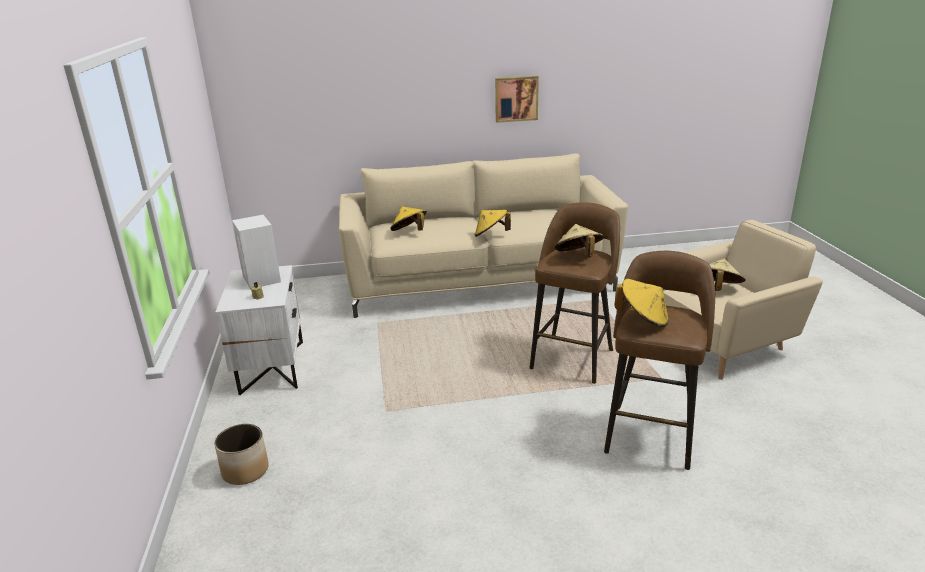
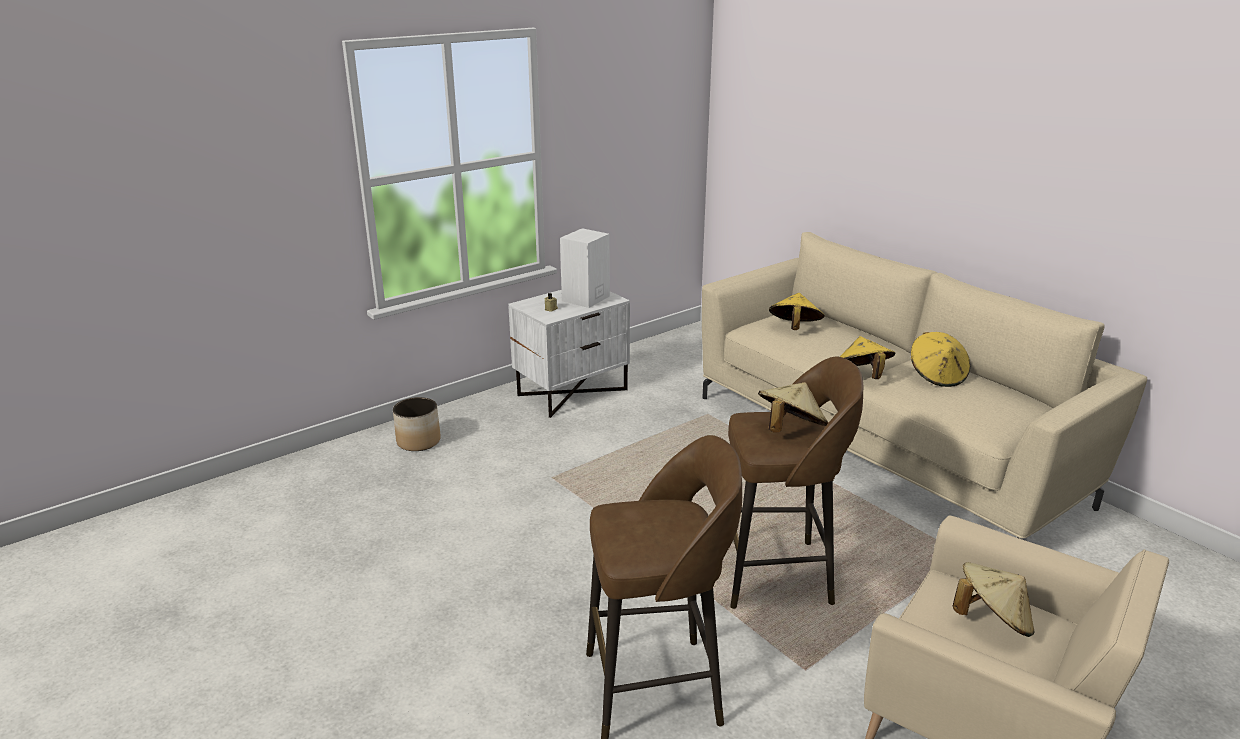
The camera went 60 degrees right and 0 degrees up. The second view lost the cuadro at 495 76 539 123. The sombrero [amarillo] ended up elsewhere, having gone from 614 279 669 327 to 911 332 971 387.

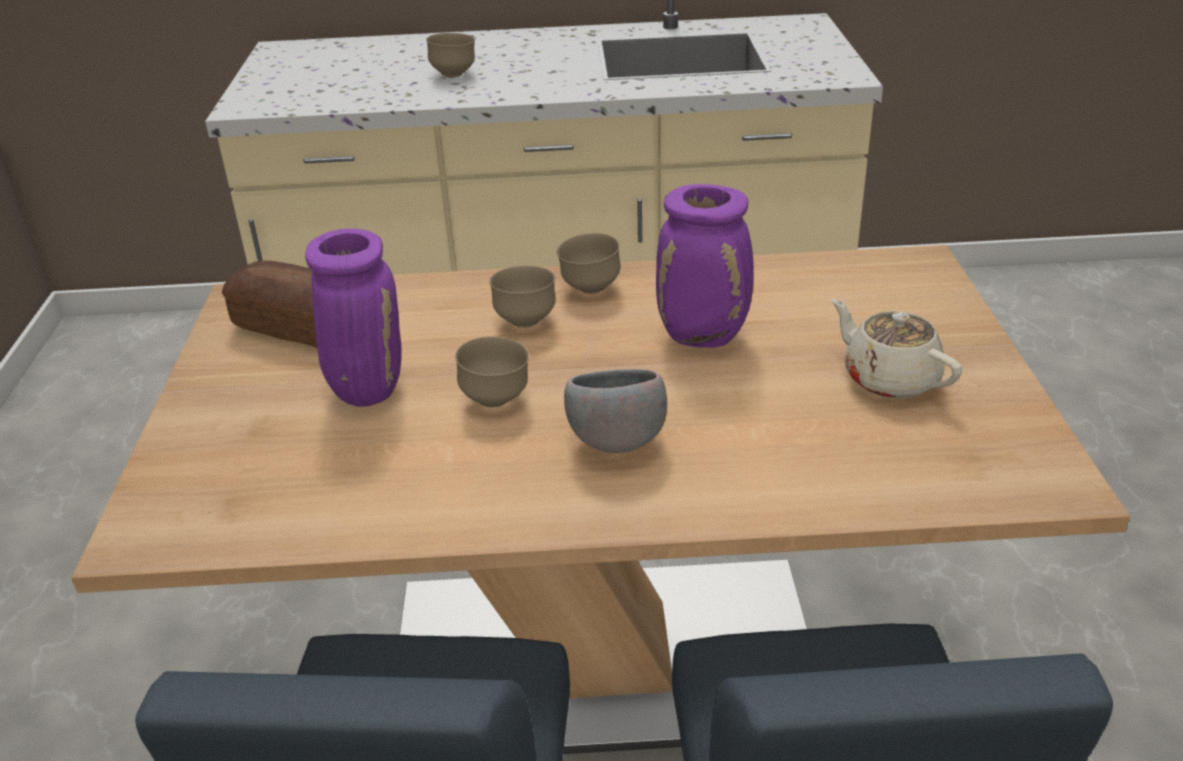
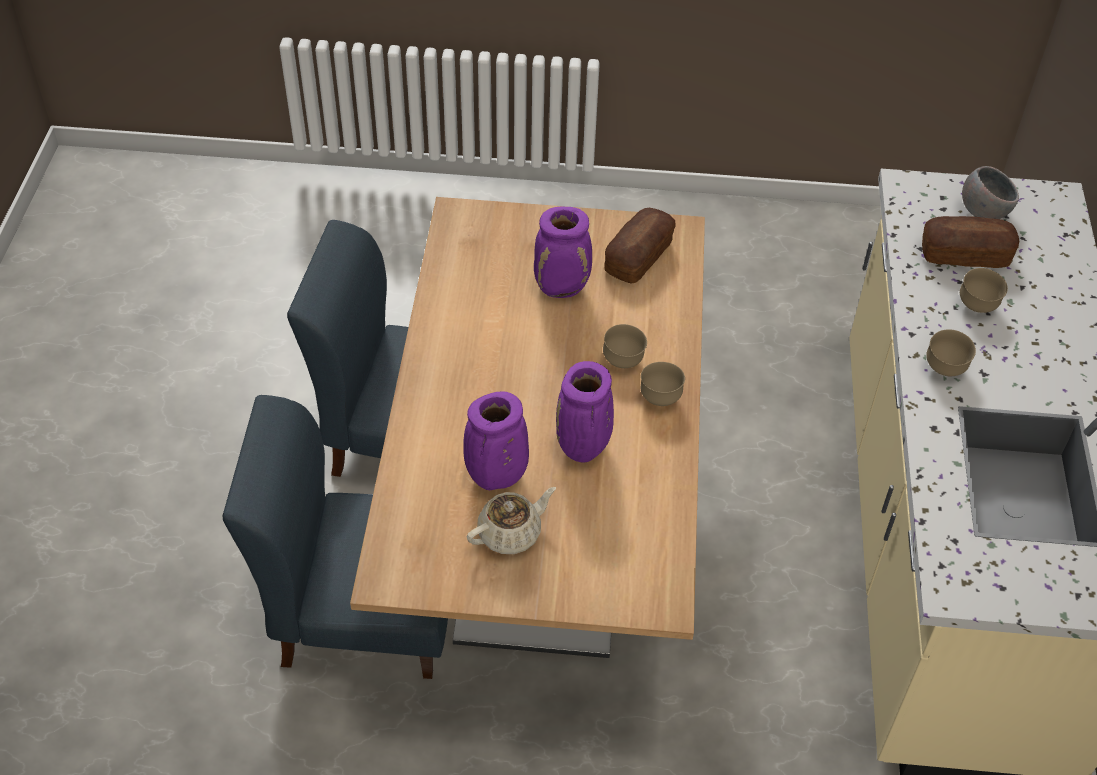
The camera went 95 degrees right and 15 degrees up. The second view gained the florero [morado] at 463 391 529 490. The second view gained the pan at 922 216 1019 268. The cuenco [marrón] ended up elsewhere, having gone from 455 336 529 408 to 926 329 976 376. The cuenco [gris] ended up elsewhere, having gone from 564 369 667 453 to 962 166 1019 219.

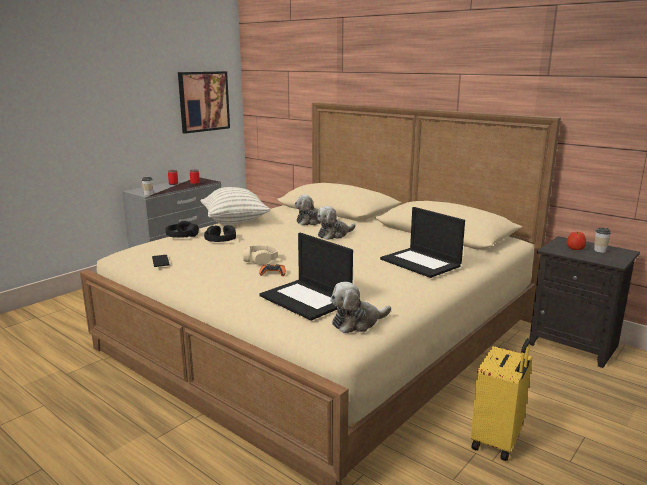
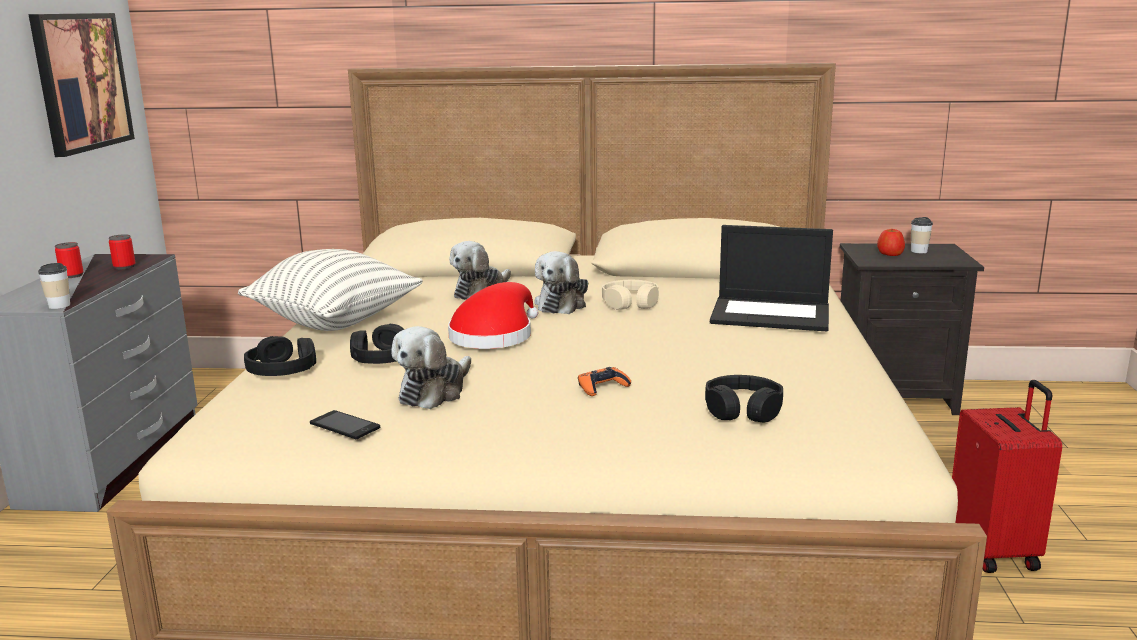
The camera went 35 degrees left and 0 degrees up. The second view gained the sombrero [rojo] at 448 282 538 349. The auriculares [beis] ended up elsewhere, having gone from 243 245 278 265 to 601 280 659 310. The peluche ended up elsewhere, having gone from 330 282 391 333 to 391 326 471 409. Where the portátil stood at 259 233 353 321, the auriculares [negro] came to stand at 705 375 783 422. What was the maleta [amarillo] at 471 338 532 461 turned into the maleta [rojo] at 952 380 1062 573.

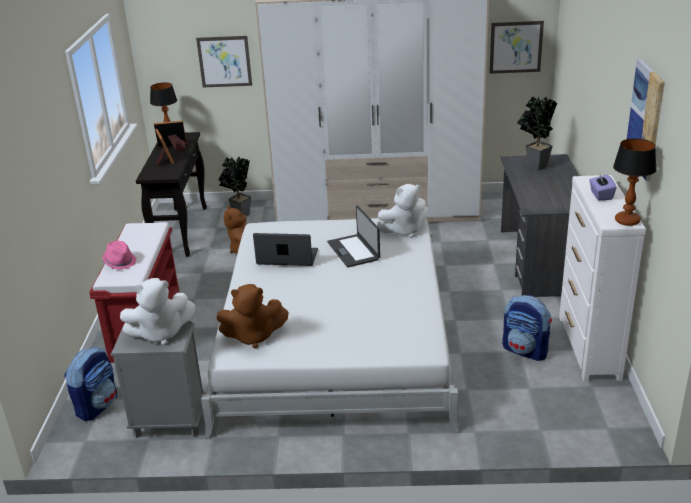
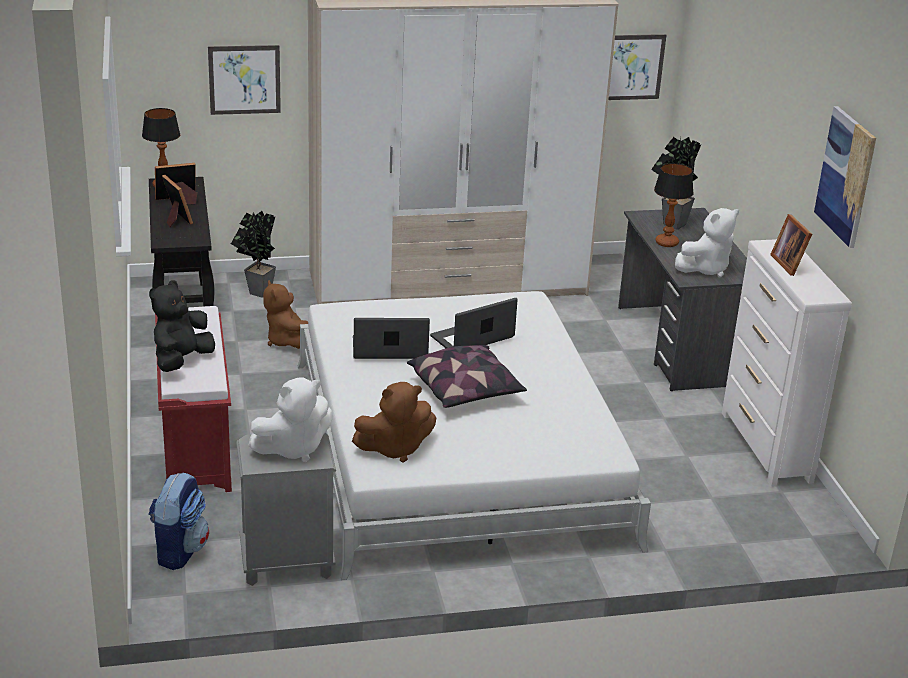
The camera went 15 degrees left and 0 degrees up. The second view lost the mochila at 502 295 552 361. The second view gained the cojín at 407 345 527 408. The peluche [blanco] ended up elsewhere, having gone from 377 184 428 238 to 675 208 739 278. The lámpara de mesa ended up elsewhere, having gone from 613 138 656 226 to 654 163 693 247. Where the sombrero [rosa] stood at 102 241 136 270, the peluche [negro] came to stand at 149 280 215 372. Where the caja de pañuelos [morado] stood at 589 173 616 200, the portarretratos came to stand at 770 214 812 276. The portátil at 327 206 380 267 ended up facing another way, 90 degrees clockwise from before.

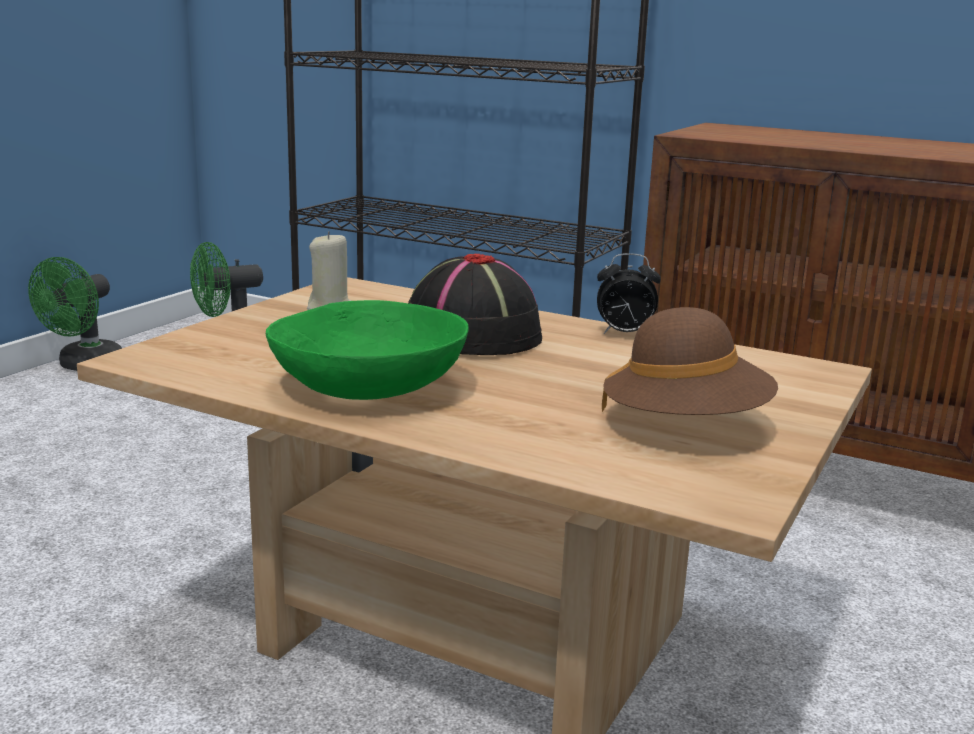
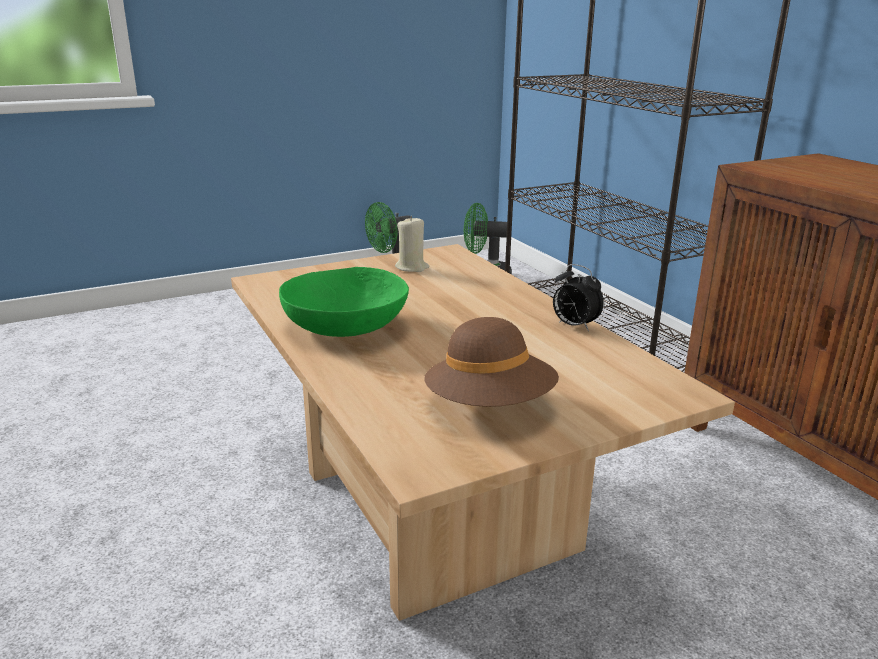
The camera went 35 degrees right and 5 degrees up. The second view lost the sombrero [negro] at 408 254 542 355.

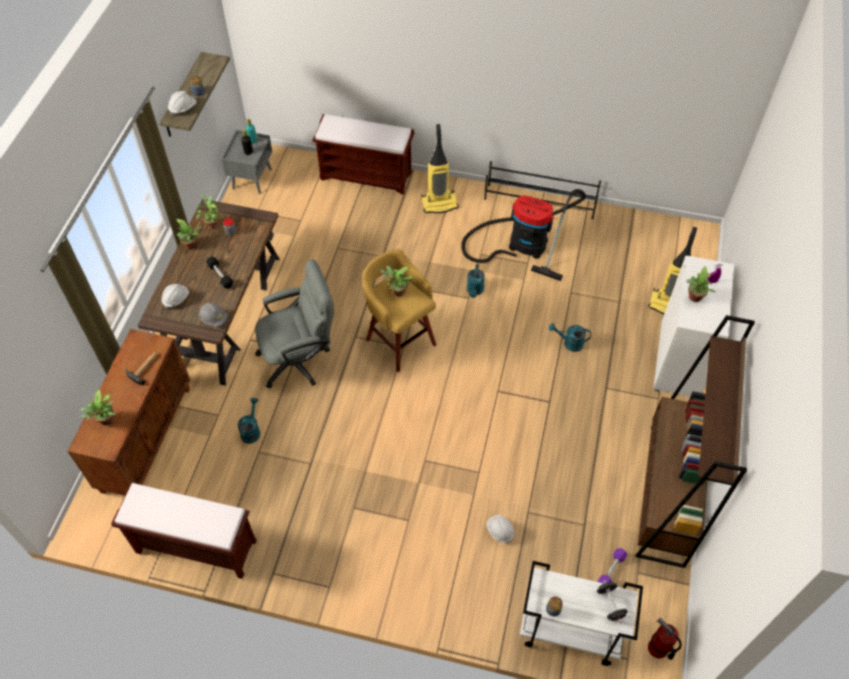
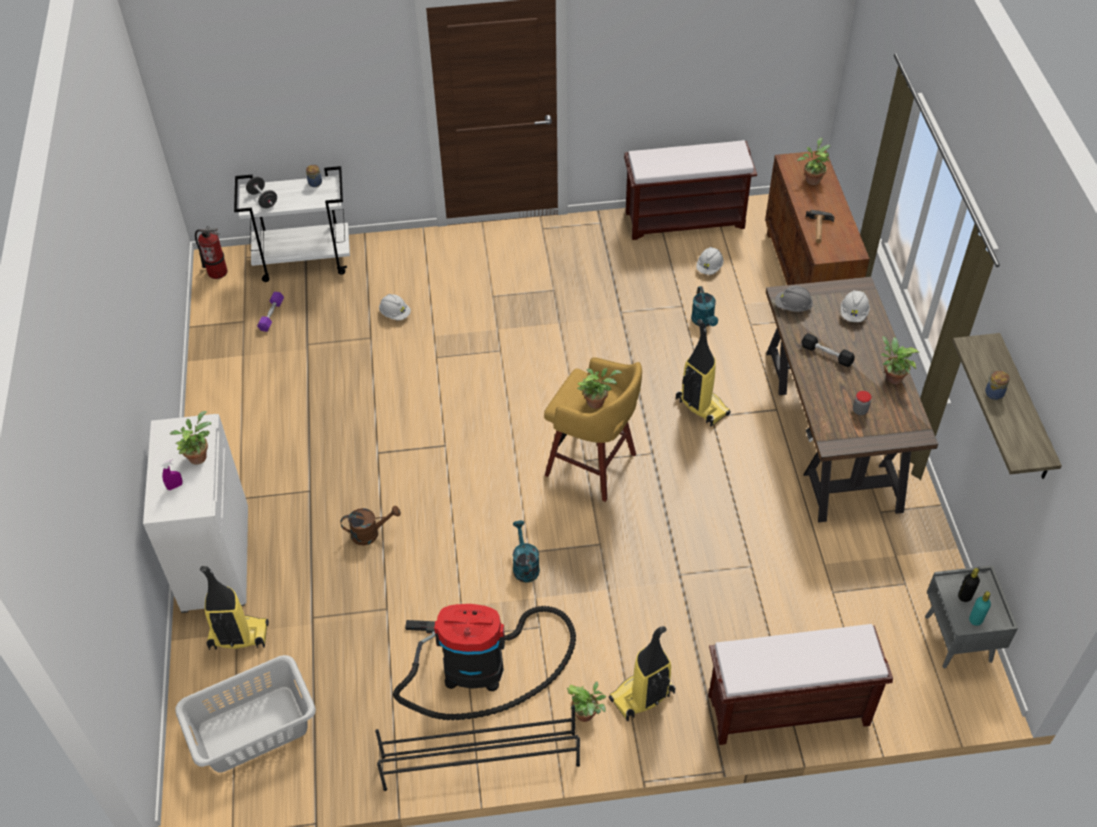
The camera went 160 degrees right and 5 degrees down. The second view lost the estantería [marrón] at 636 315 755 568. The second view gained the cesto de la ropa [gris] at 175 655 316 773. The casco [blanco] ended up elsewhere, having gone from 168 91 197 115 to 696 247 723 275. The planta en maceta ended up elsewhere, having gone from 196 193 221 229 to 567 681 606 722. Where the silla de oficina [gris] stood at 255 260 334 389, the aspiradora came to stand at 676 319 731 427. What was the regadera [turquesa] at 549 323 591 352 turned into the regadera [marrón] at 340 506 401 545.

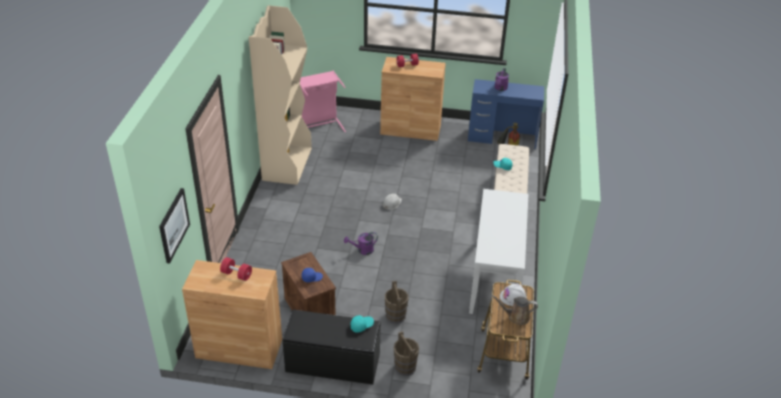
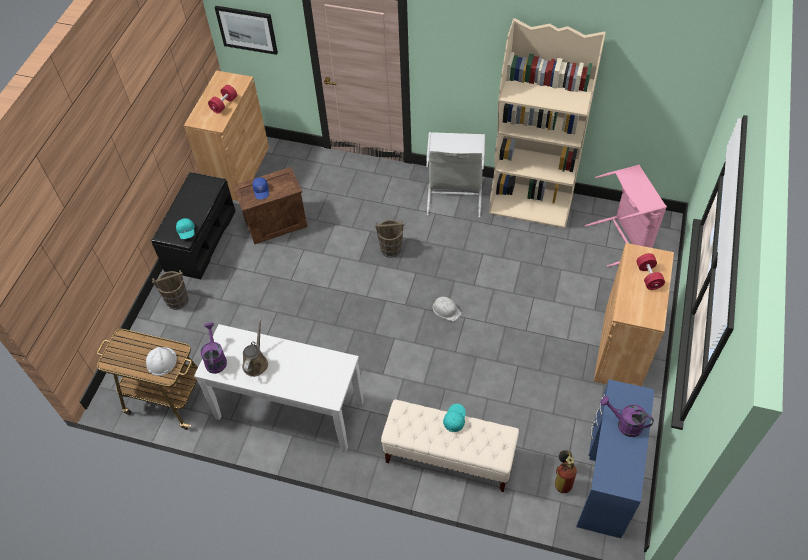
The camera went 100 degrees right and 15 degrees up. The second view gained the cesto de la ropa [gris] at 426 132 485 218. The regadera [morado] ended up elsewhere, having gone from 344 232 378 255 to 200 323 227 374. The cubo [marrón] ended up elsewhere, having gone from 385 281 408 324 to 375 220 404 258. The regadera [marrón] ended up elsewhere, having gone from 491 295 538 325 to 242 317 268 377.

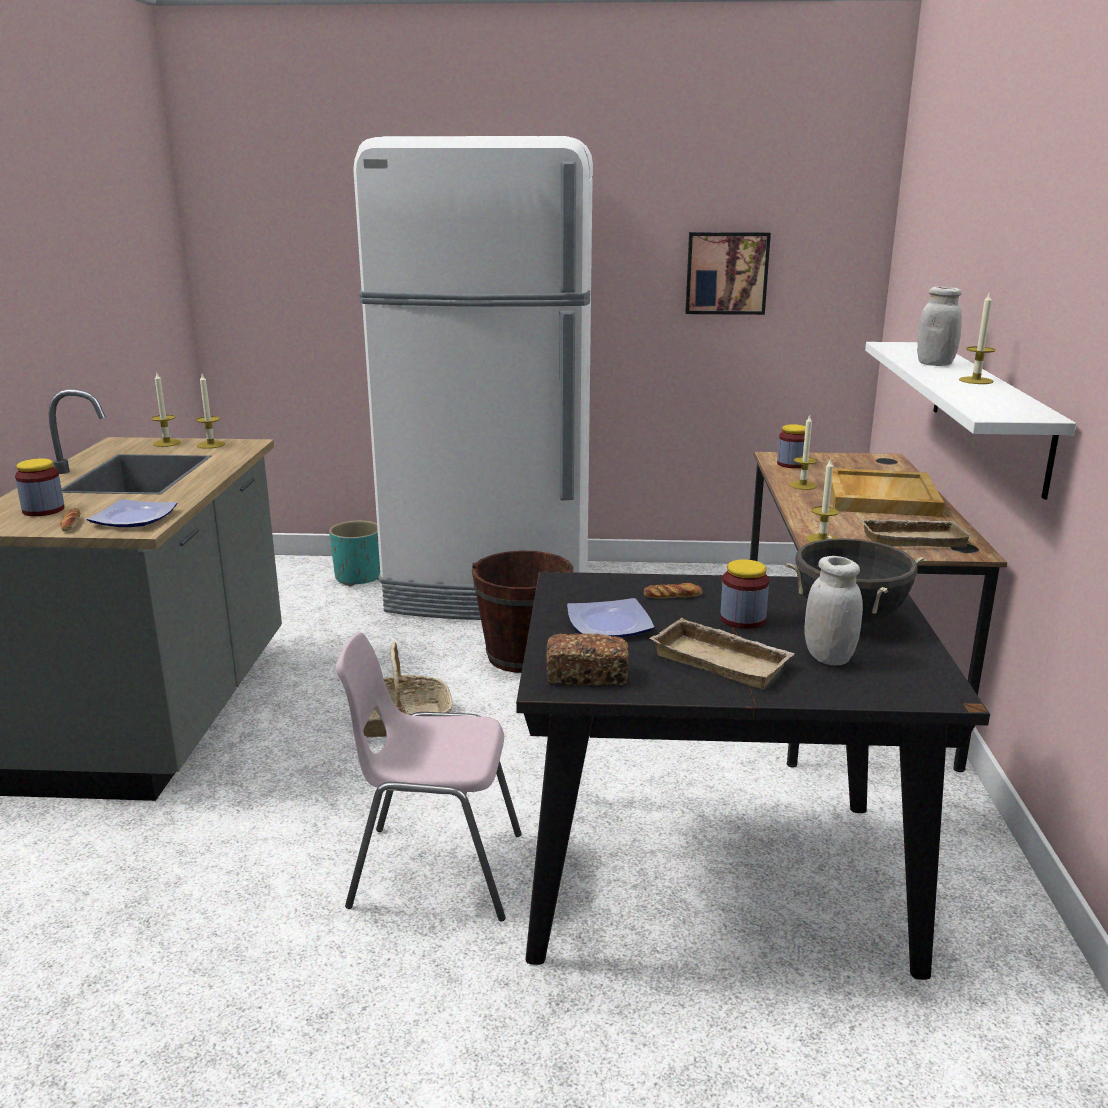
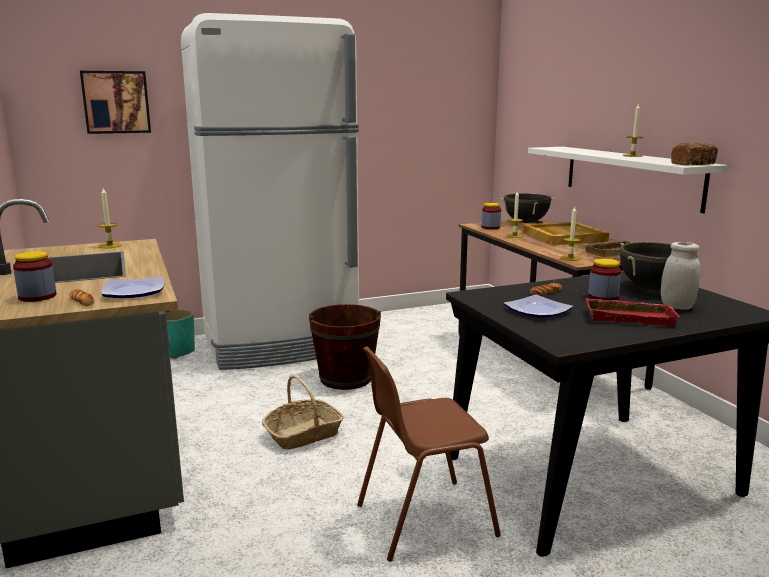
The camera went 25 degrees left and 5 degrees down. The second view lost the vela at 151 373 181 447. The second view lost the tarro [blanco] at 917 286 962 366. The second view gained the olla [negro] at 499 193 556 223. The pan ended up elsewhere, having gone from 546 633 629 686 to 671 143 718 165. The cuadro ended up elsewhere, having gone from 685 232 771 315 to 80 71 151 134. What was the silla [rosa] at 335 632 522 922 turned into the silla [marrón] at 357 346 501 561. What was the bandeja [beis] at 649 618 795 689 turned into the bandeja [rojo] at 585 298 680 326.

